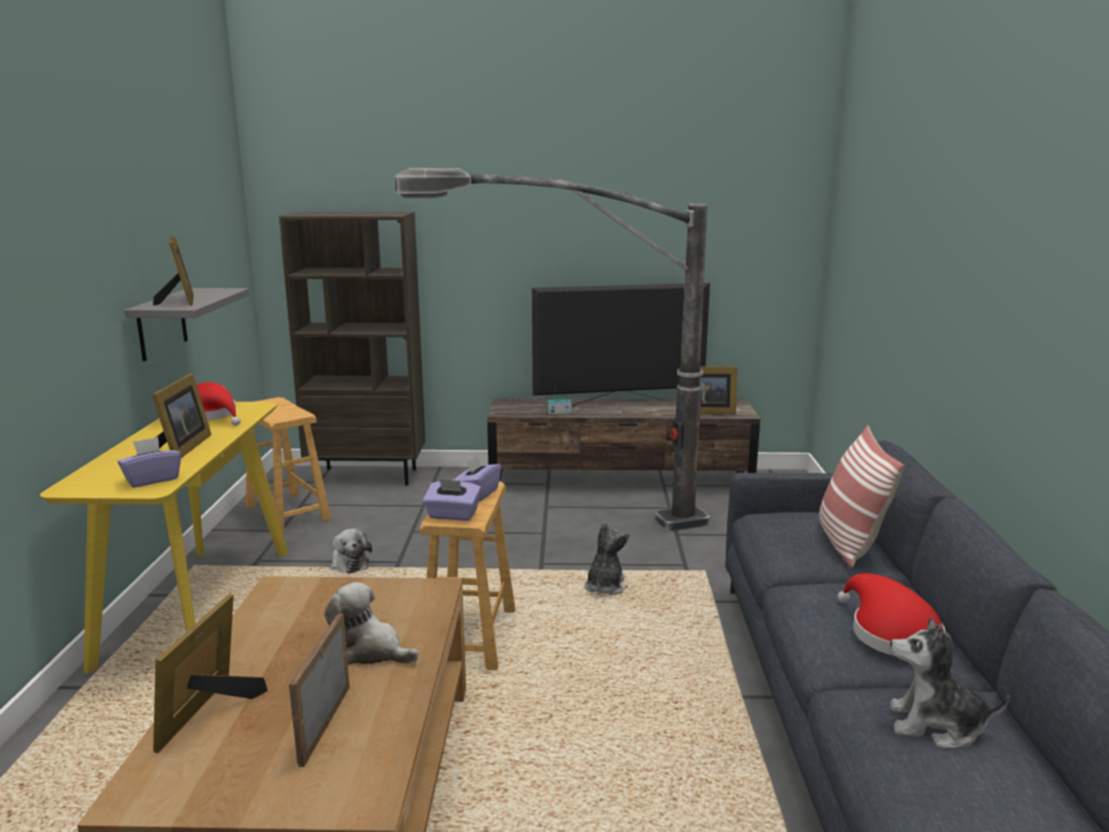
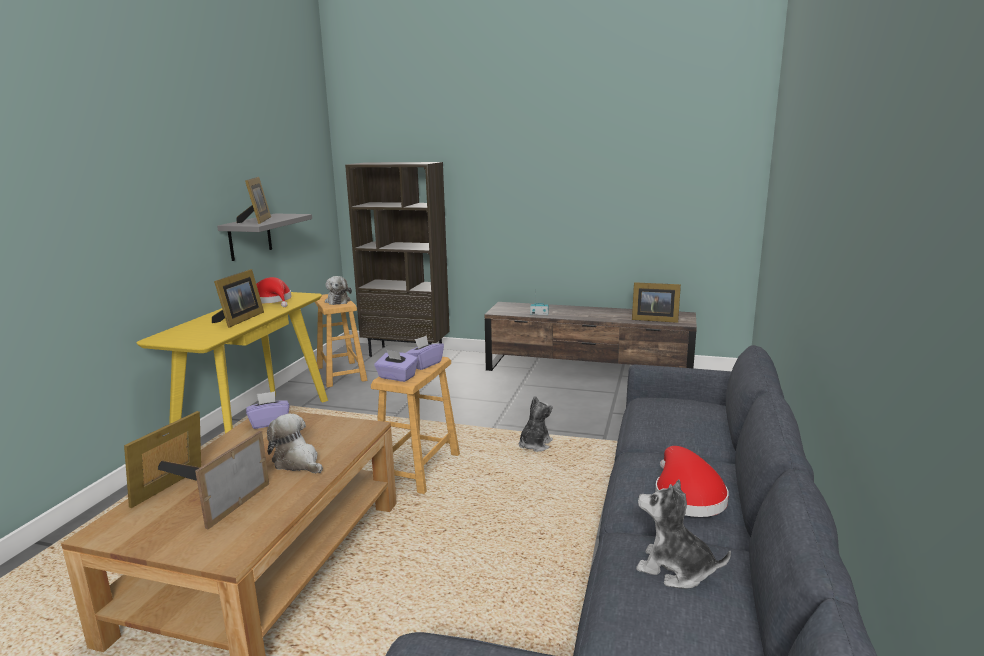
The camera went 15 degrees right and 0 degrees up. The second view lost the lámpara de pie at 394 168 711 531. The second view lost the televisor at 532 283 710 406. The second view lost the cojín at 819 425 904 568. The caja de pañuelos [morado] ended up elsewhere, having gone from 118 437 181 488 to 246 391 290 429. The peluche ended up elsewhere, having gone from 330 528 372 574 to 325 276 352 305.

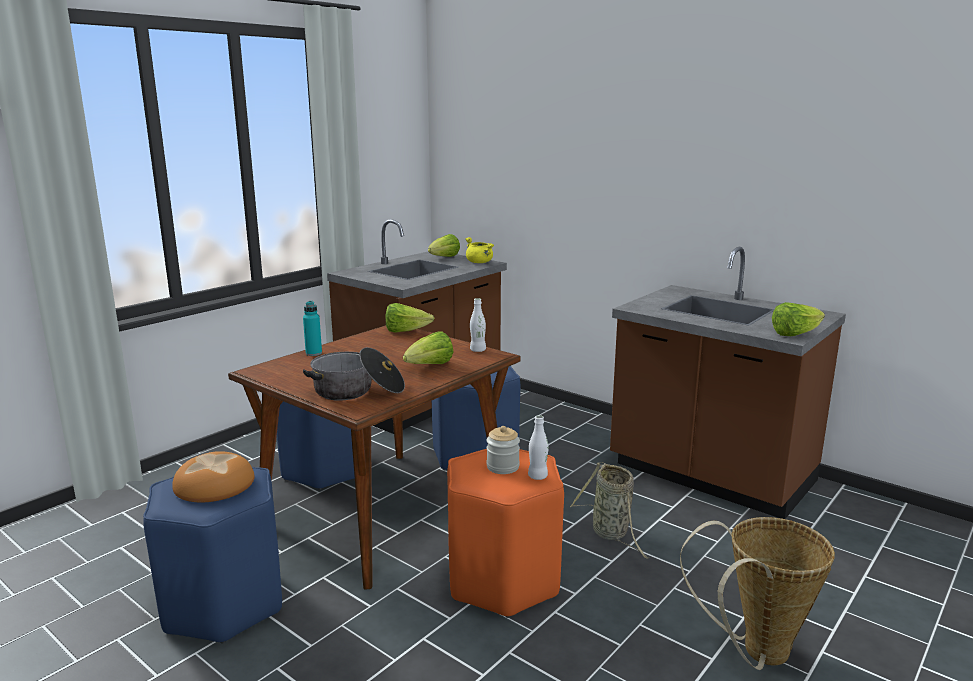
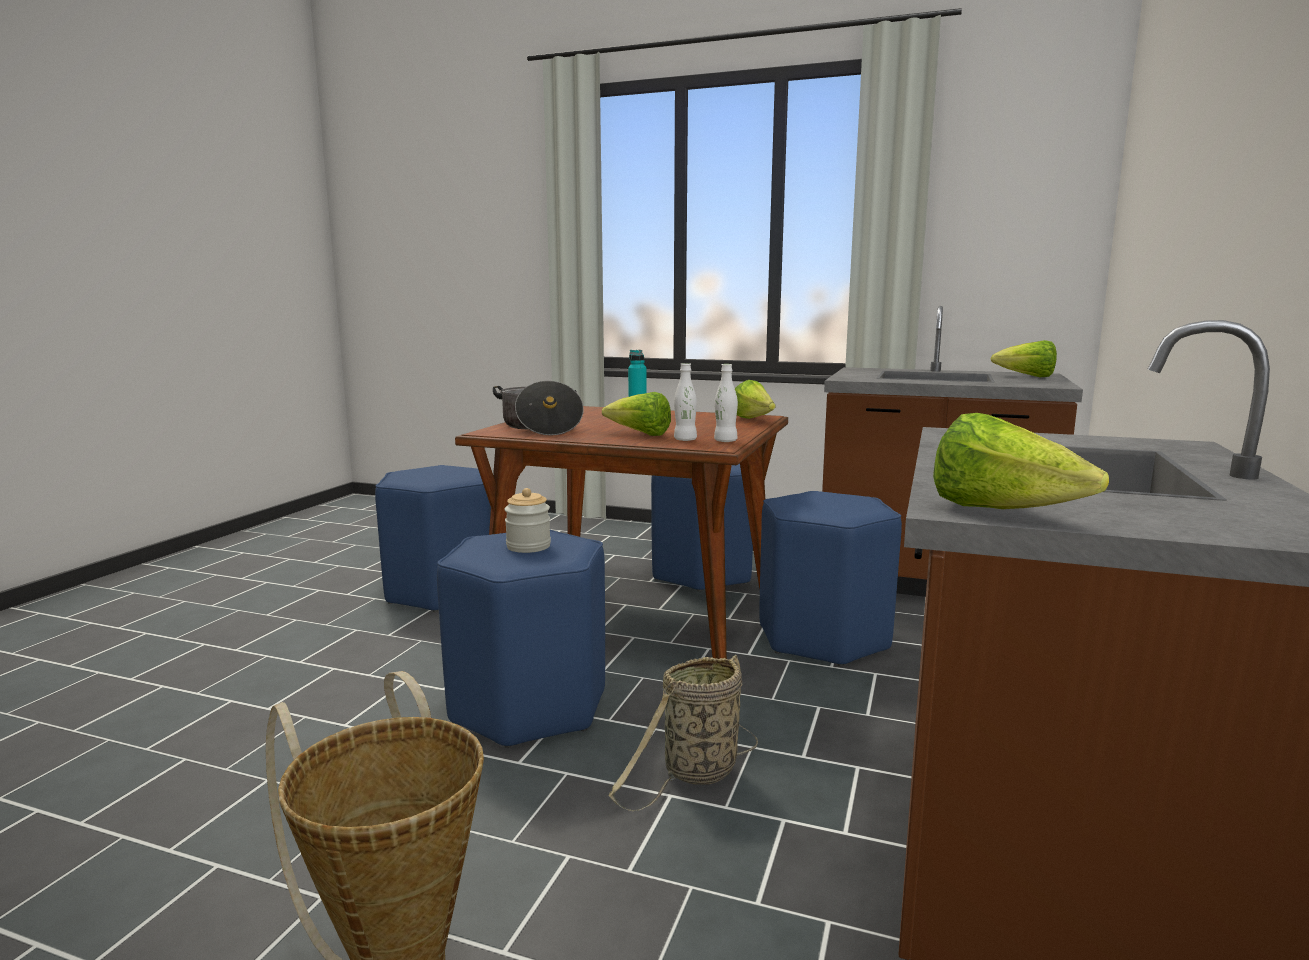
The camera went 70 degrees right and 5 degrees down. The second view lost the pan at 172 451 254 502. The second view lost the olla [amarillo] at 465 237 494 263. The botella [blanco] ended up elsewhere, having gone from 528 415 548 480 to 674 363 697 441. What was the taburete [naranja] at 447 449 564 618 turned into the taburete [azul] at 437 530 605 748.

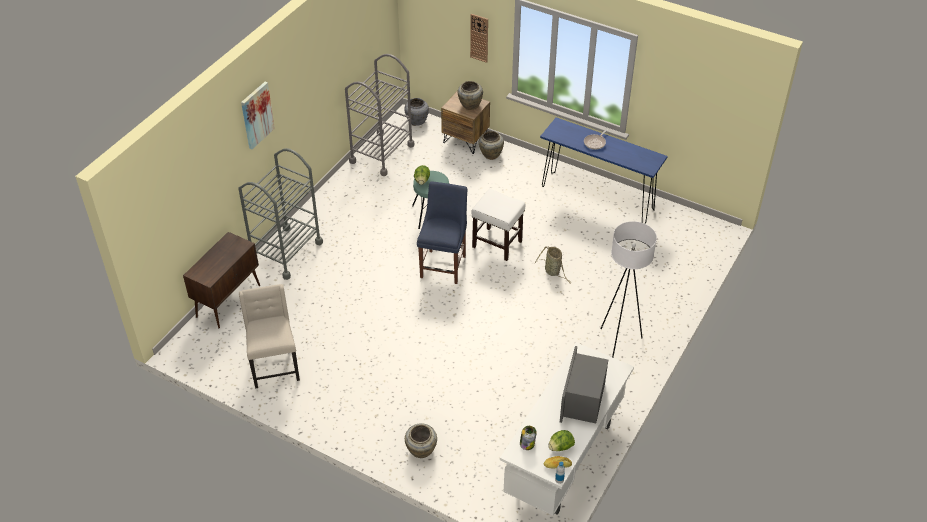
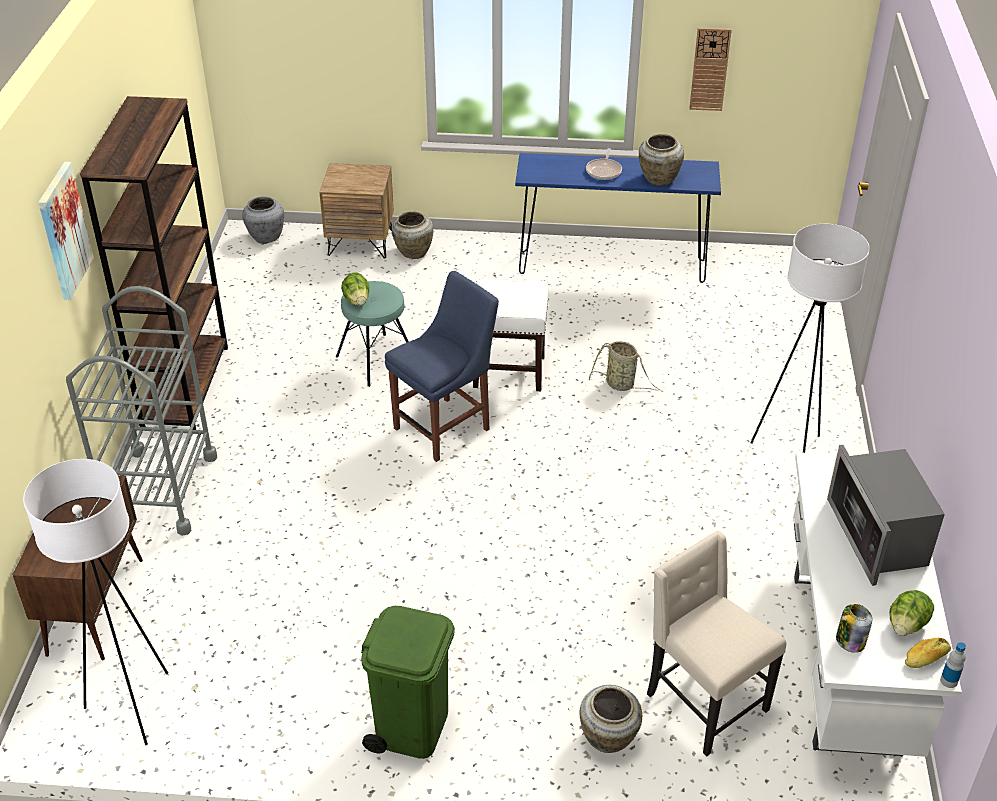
The camera went 25 degrees left and 5 degrees down. The second view lost the carrito [gris] at 345 54 414 176. The second view gained the lámpara de pie [blanco] at 23 459 168 745. The second view gained the estantería [marrón] at 80 96 228 430. The second view gained the papelera [verde] at 361 606 455 759. The silla [beis] ended up elsewhere, having gone from 239 284 300 389 to 647 531 786 756. The florero [beis] ended up elsewhere, having gone from 458 81 483 110 to 639 134 684 186. The reloj de pared ended up elsewhere, having gone from 470 14 488 63 to 689 28 732 111. The silla [azul] at 417 181 467 284 ended up facing another way, 60 degrees clockwise from before.

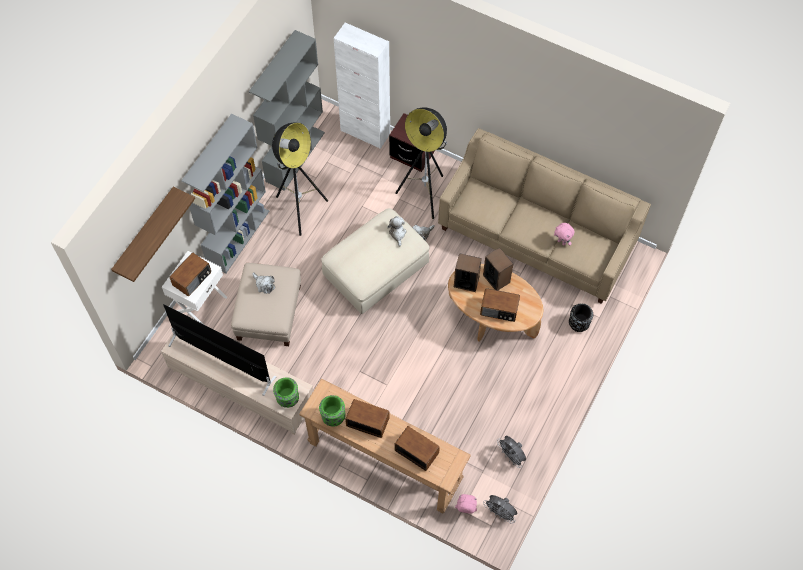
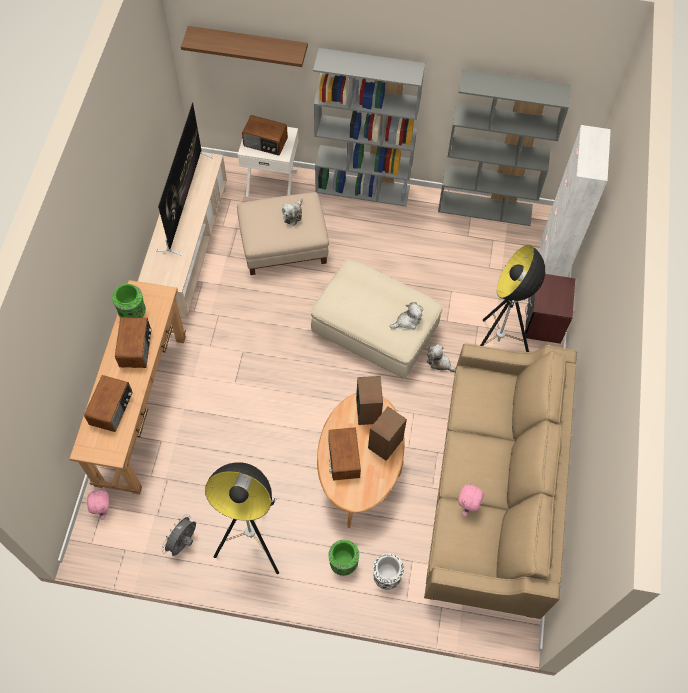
The camera went 70 degrees right and 0 degrees up. The second view lost the ventilador [gris] at 483 495 517 524. The lámpara de pie ended up elsewhere, having gone from 272 122 328 236 to 205 462 279 574. The florero [verde] ended up elsewhere, having gone from 273 377 299 408 to 328 540 359 576. What was the florero [negro] at 569 303 593 332 turned into the florero [blanco] at 373 554 404 590.

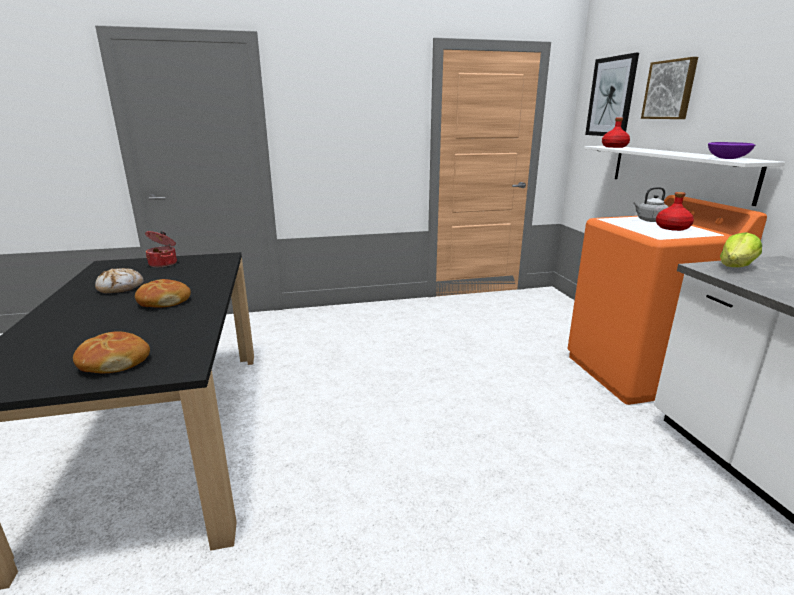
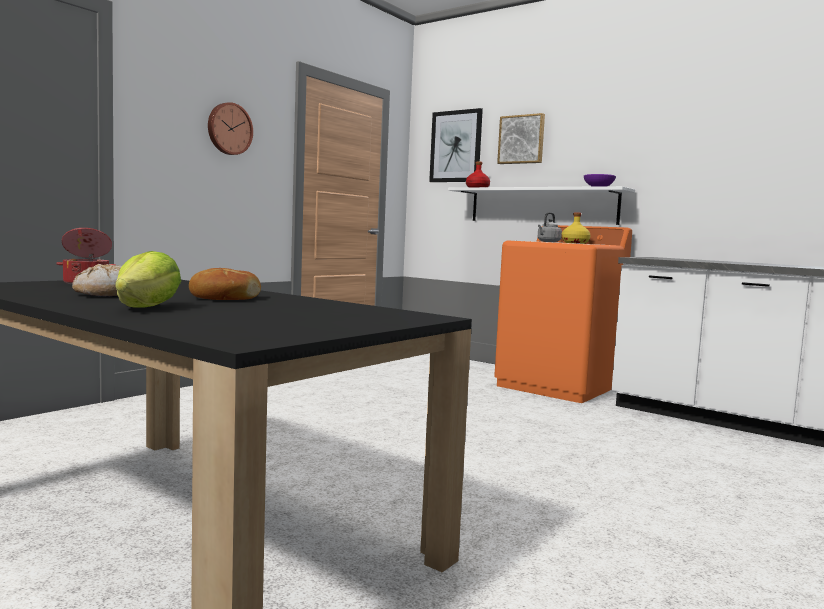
The camera went 40 degrees left and 15 degrees down. The second view lost the pan at 73 331 150 373. The second view gained the reloj de pared at 208 102 253 155. The lechuga ended up elsewhere, having gone from 720 232 762 267 to 115 251 181 308. What was the botella [rojo] at 656 192 694 231 turned into the botella [amarillo] at 561 212 591 244.

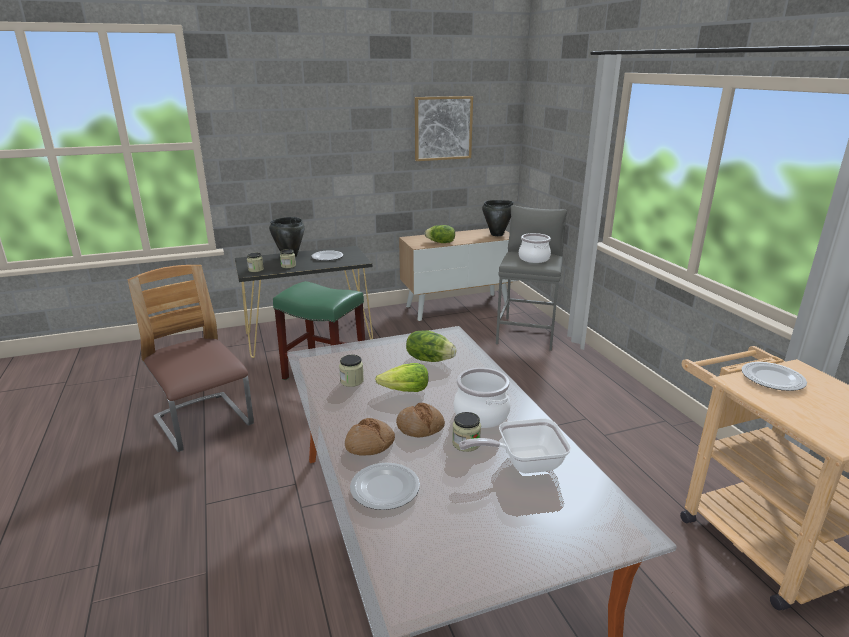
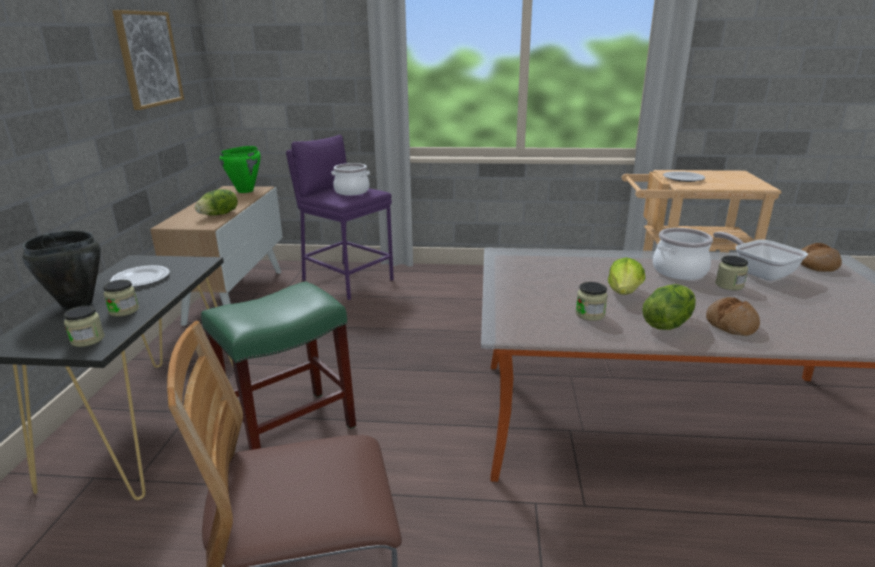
The camera went 65 degrees left and 0 degrees up. The second view lost the plato at 350 463 420 510. The pan ended up elsewhere, having gone from 396 403 445 438 to 801 243 842 272. The lechuga ended up elsewhere, having gone from 406 330 456 362 to 642 284 696 330. What was the olla [negro] at 482 200 514 236 turned into the olla [verde] at 220 146 261 193. What was the taburete [gris] at 496 205 567 351 turned into the taburete [morado] at 286 135 394 300. The sartén at 459 418 571 473 ended up facing another way, 135 degrees clockwise from before.

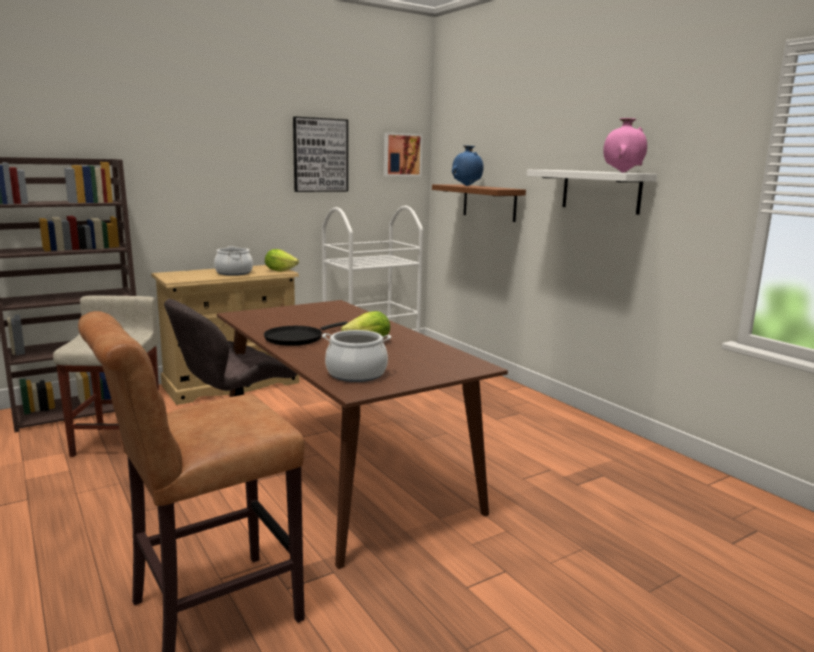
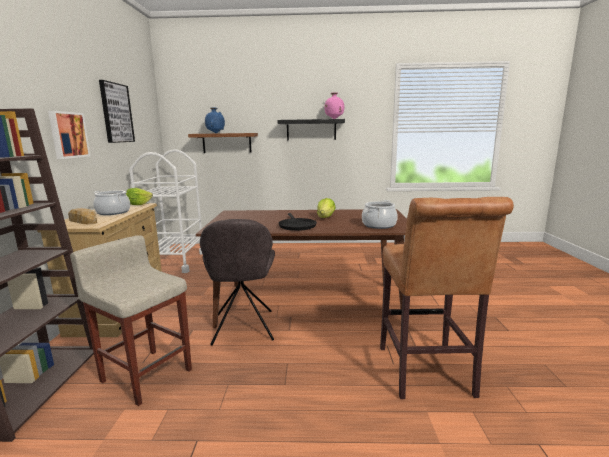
The camera went 55 degrees left and 0 degrees up. The second view gained the pan at 68 208 97 224. The cuadro ended up elsewhere, having gone from 384 133 423 177 to 48 111 90 159. What was the estante [blanco] at 527 170 657 215 turned into the estante [negro] at 277 119 345 140.

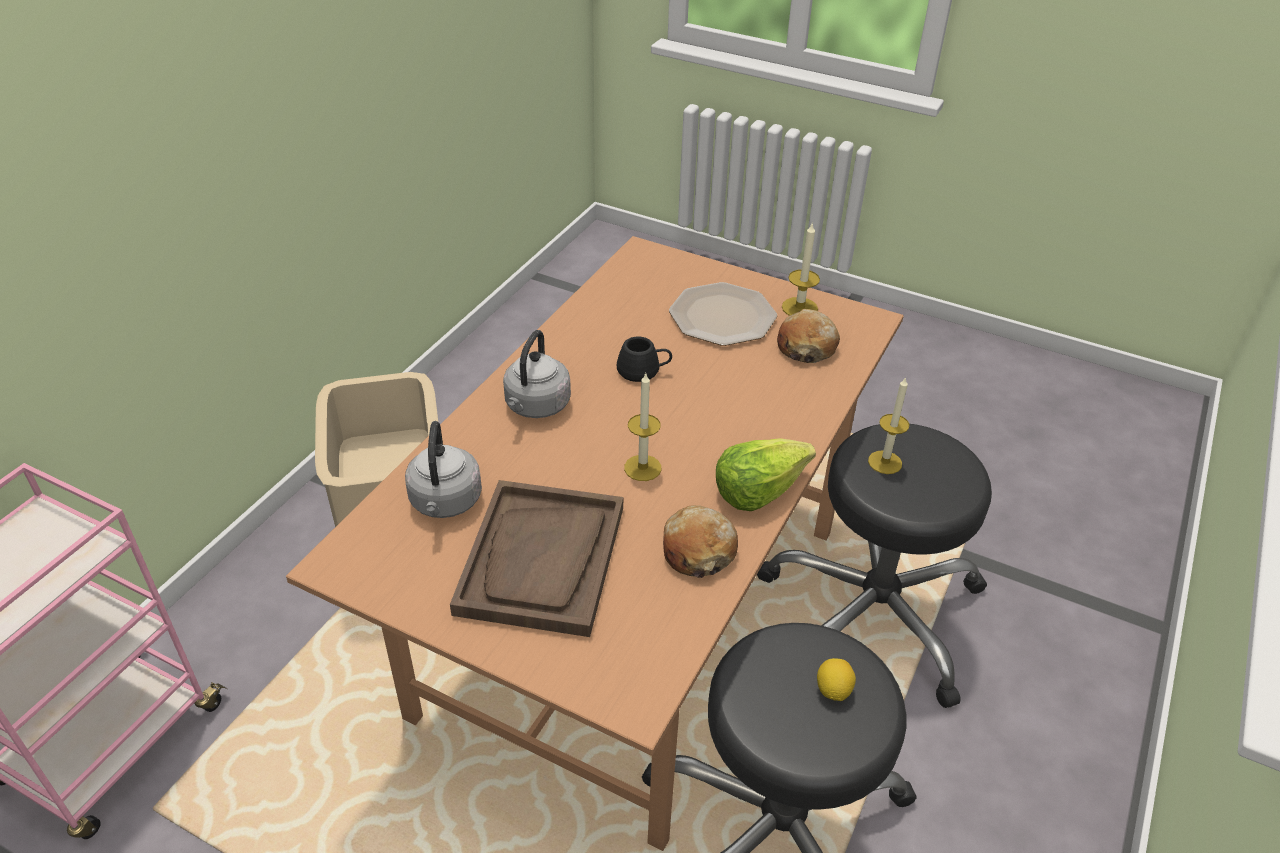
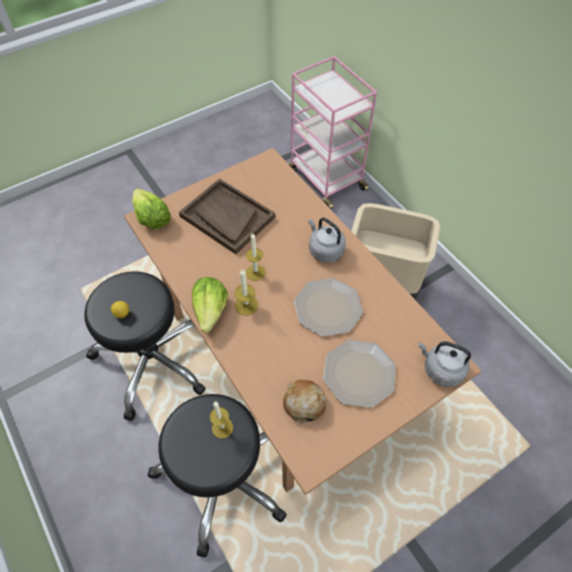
The camera went 120 degrees right and 15 degrees up. The second view lost the pan at 663 505 738 578. The second view gained the lechuga at 132 188 171 229. The hervidor [gris] ended up elsewhere, having gone from 405 421 482 518 to 419 342 471 387. The vela ended up elsewhere, having gone from 782 222 820 316 to 235 269 258 316. Where the taza grande [negro] stood at 617 336 672 382, the plato came to stand at 294 278 363 337.

